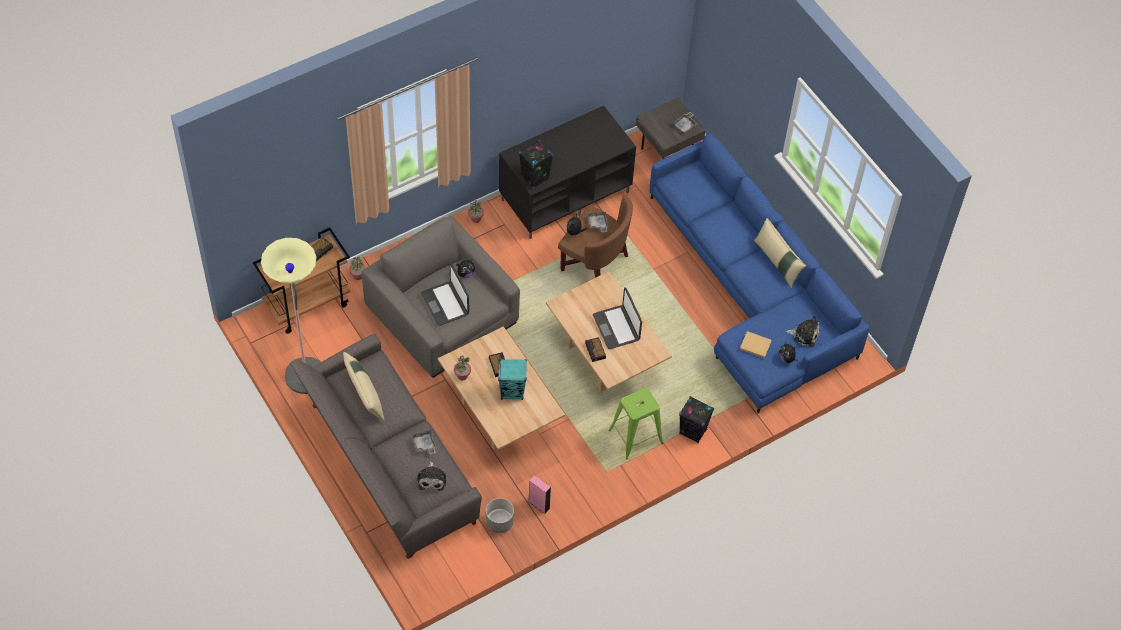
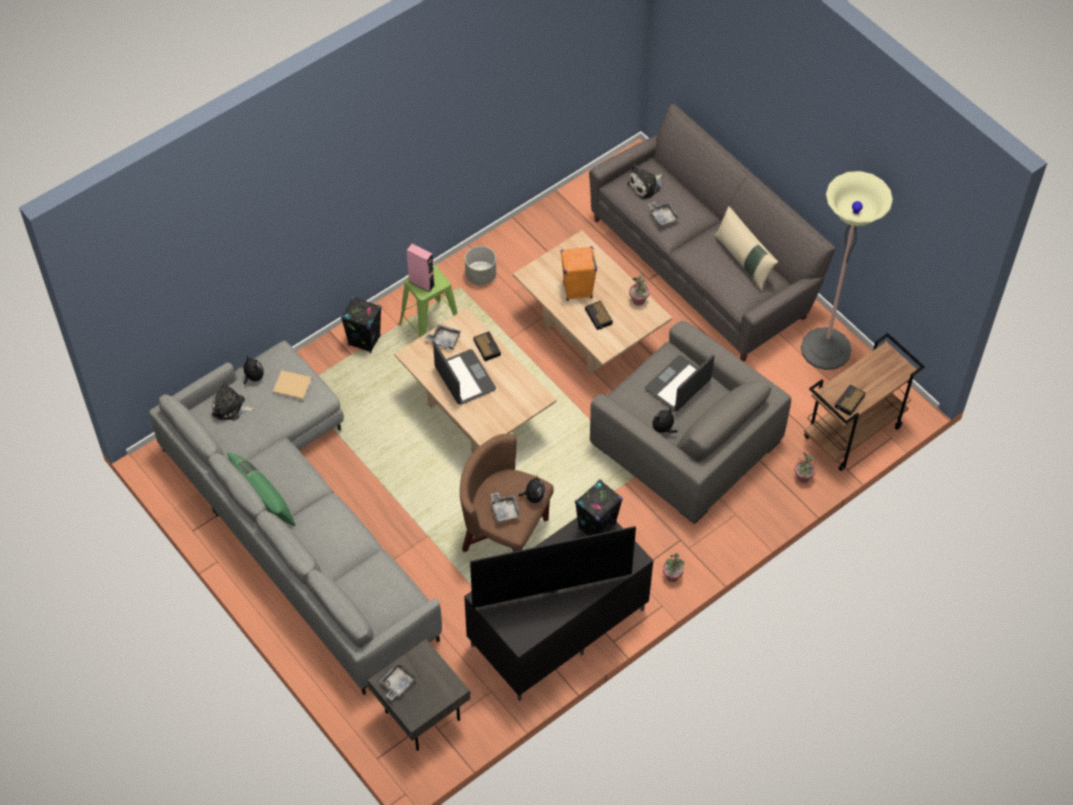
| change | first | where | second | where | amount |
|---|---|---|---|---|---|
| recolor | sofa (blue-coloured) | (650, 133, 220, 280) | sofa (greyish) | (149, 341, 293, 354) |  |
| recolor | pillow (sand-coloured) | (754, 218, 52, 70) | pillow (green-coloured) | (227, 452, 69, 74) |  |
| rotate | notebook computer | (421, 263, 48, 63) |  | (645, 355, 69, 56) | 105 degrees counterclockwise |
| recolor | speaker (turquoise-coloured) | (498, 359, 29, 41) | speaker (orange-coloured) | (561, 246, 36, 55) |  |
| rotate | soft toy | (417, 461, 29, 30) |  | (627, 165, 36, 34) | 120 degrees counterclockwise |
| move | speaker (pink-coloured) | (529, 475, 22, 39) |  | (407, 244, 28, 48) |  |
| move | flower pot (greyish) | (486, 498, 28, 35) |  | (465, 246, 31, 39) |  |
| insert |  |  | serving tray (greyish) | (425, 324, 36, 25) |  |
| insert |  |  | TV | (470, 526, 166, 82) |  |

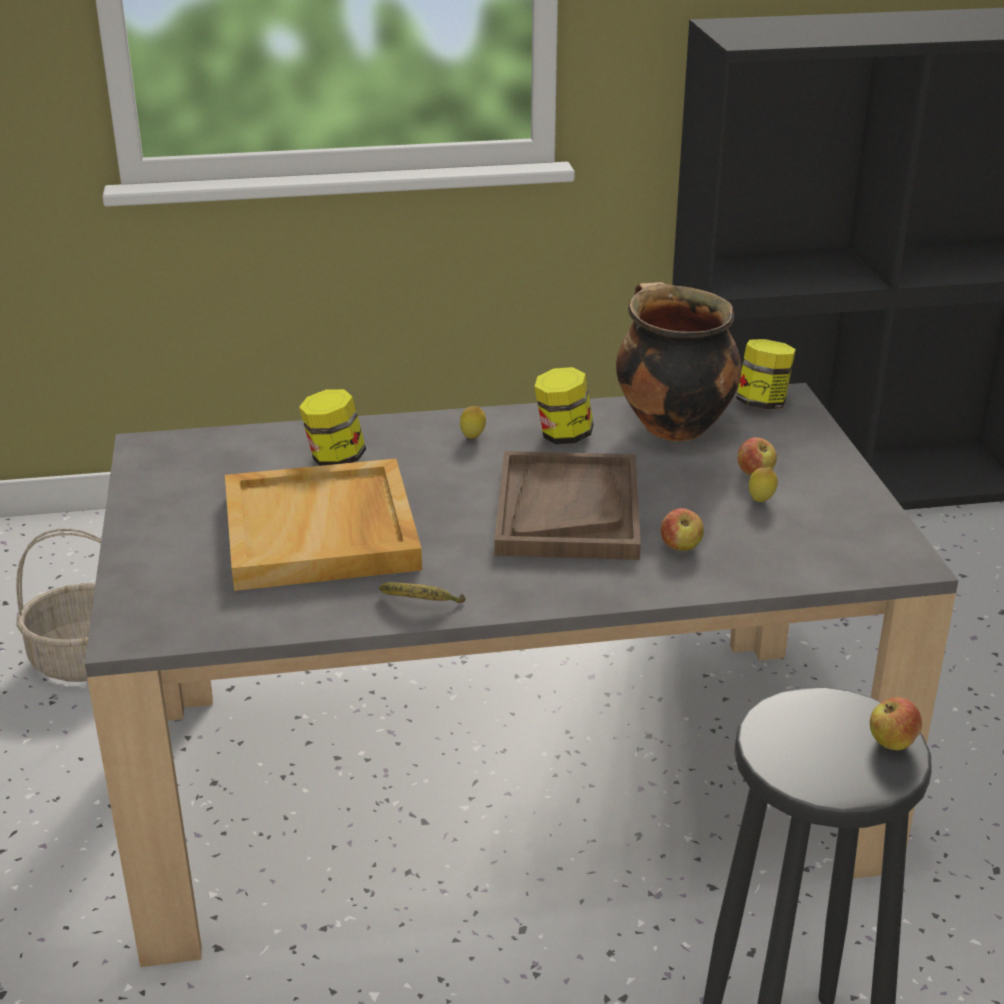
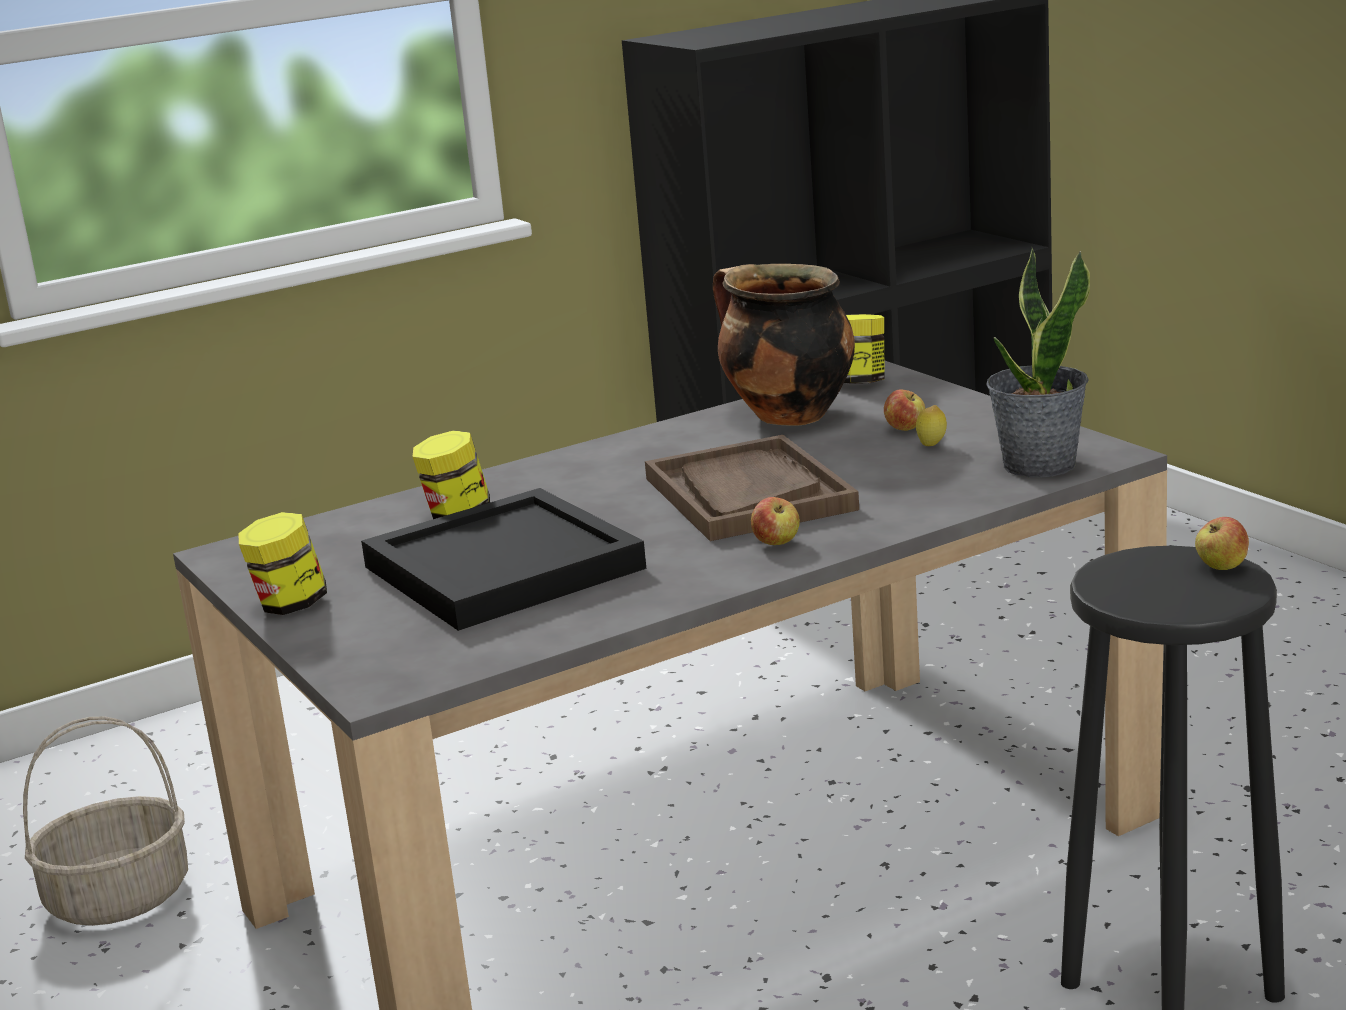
| change | first | where | second | where | amount |
|---|---|---|---|---|---|
| move | storage jar | (534, 367, 60, 77) |  | (239, 512, 88, 103) |  |
| delete | citrus fruit | (460, 406, 26, 33) |  |  |  |
| recolor | serving tray (sand-coloured) | (225, 458, 197, 133) | serving tray (blackish) | (361, 488, 285, 143) |  |
| move | whole apple | (661, 508, 43, 43) |  | (751, 497, 49, 48) |  |
| delete | banana fruit | (379, 582, 86, 21) |  |  |  |
| insert |  |  | plant in a pot | (986, 247, 104, 230) |  |

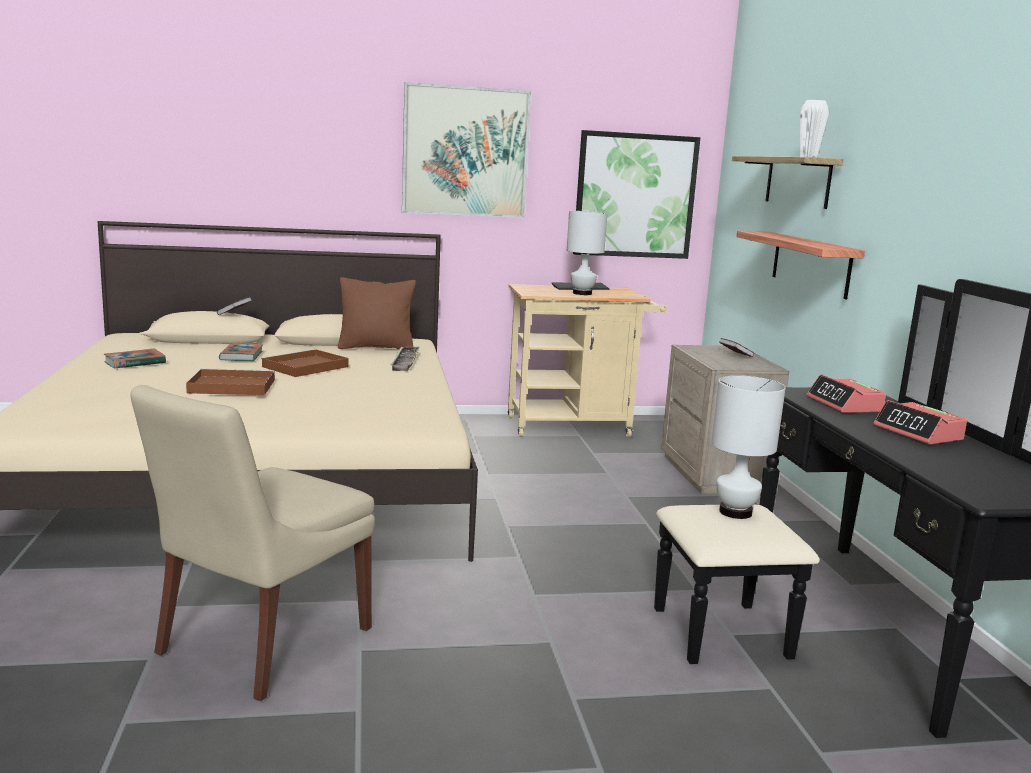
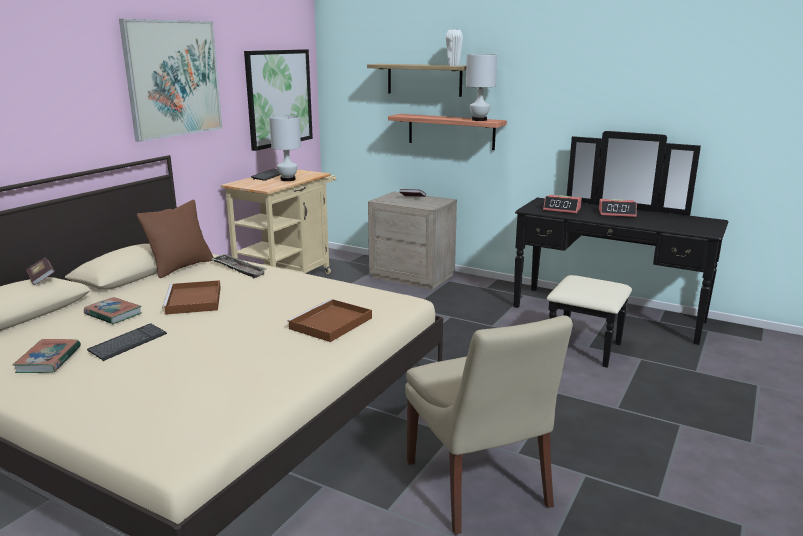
| change | first | where | second | where | amount |
|---|---|---|---|---|---|
| move | serving tray (brown-coloured) | (186, 368, 89, 27) |  | (287, 299, 85, 43) |  |
| move | lamp for a table (whitish) | (712, 375, 74, 144) |  | (466, 54, 31, 67) |  |
| insert |  |  | PC keyboard | (87, 323, 80, 38) |  |

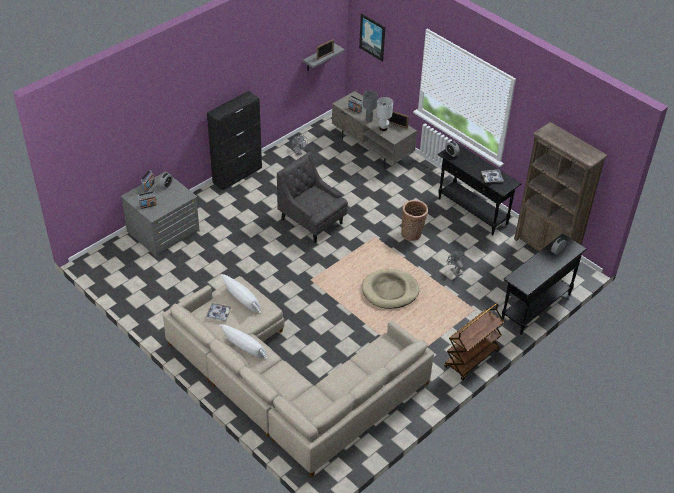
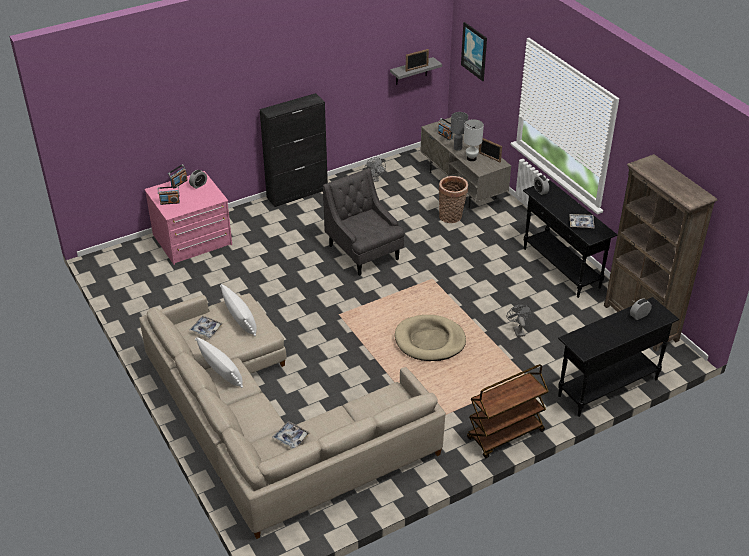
| change | first | where | second | where | amount |
|---|---|---|---|---|---|
| recolor | chest of drawers (greyish) | (121, 171, 79, 86) | chest of drawers (pink-coloured) | (144, 171, 88, 94) |  |
| move | storage basket | (401, 200, 27, 41) |  | (439, 176, 29, 47) |  |
| insert |  |  | serving tray | (272, 421, 38, 28) |  |

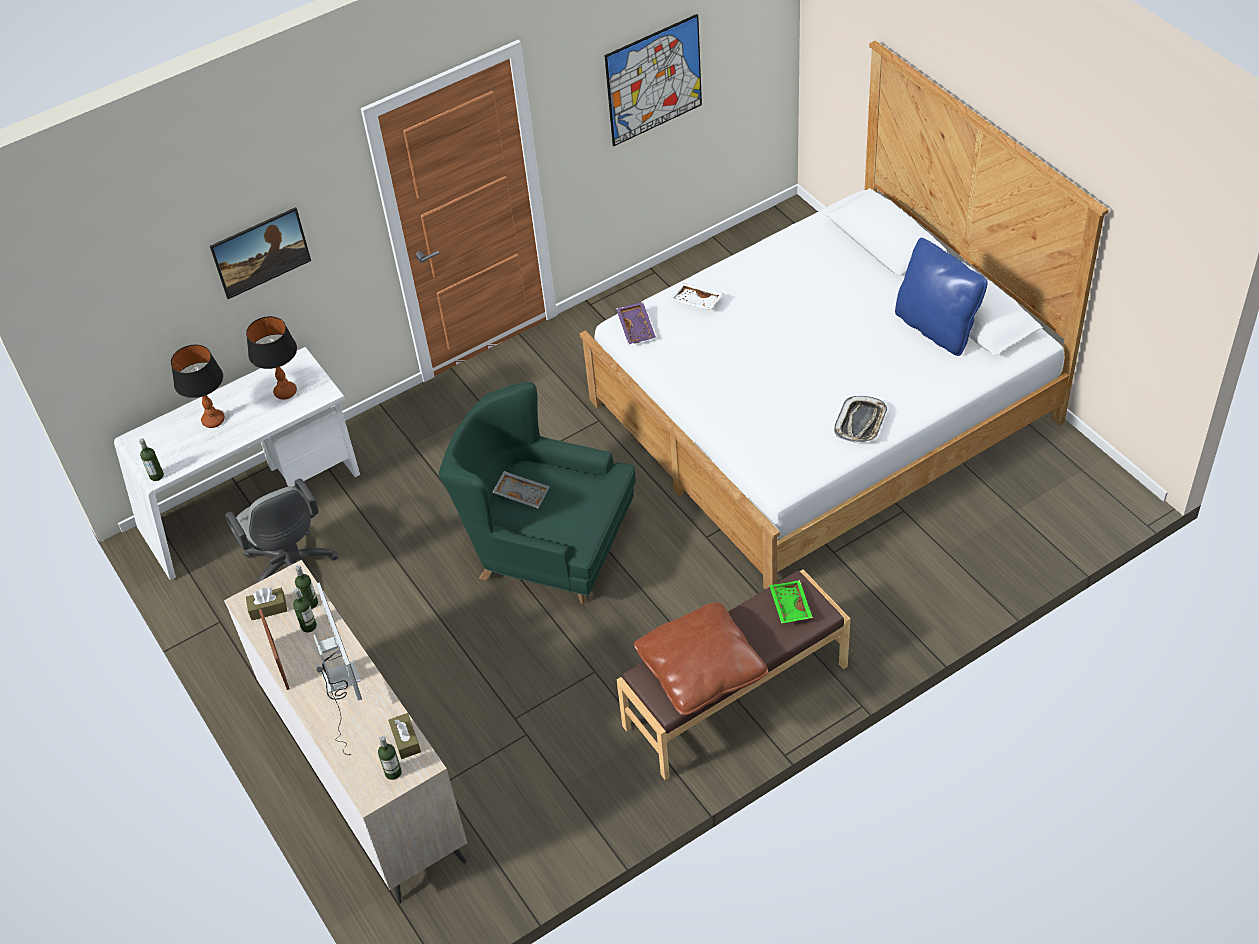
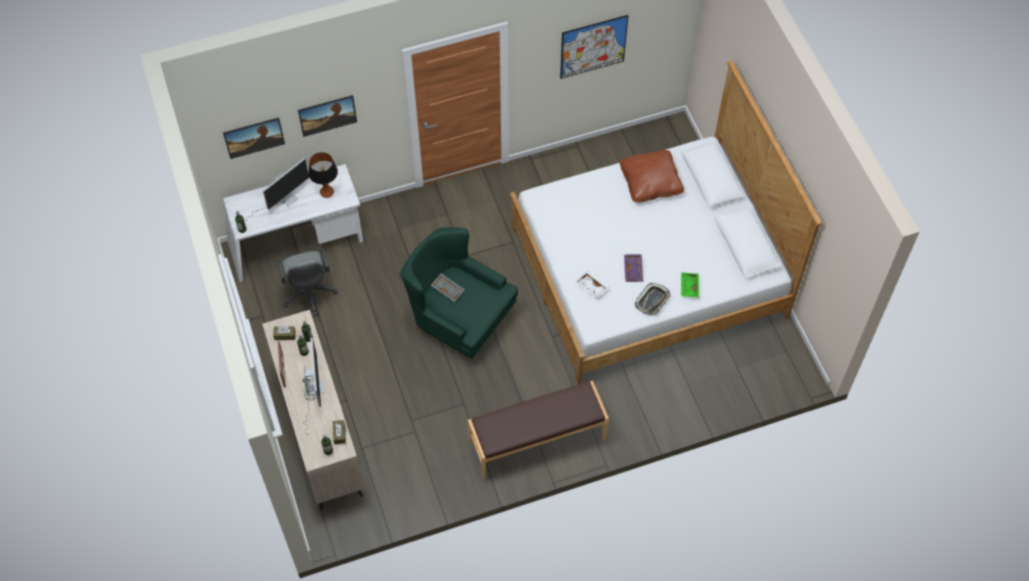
| change | first | where | second | where | amount |
|---|---|---|---|---|---|
| delete | pillow (blue-coloured) | (895, 238, 93, 118) |  |  |  |
| move | serving tray (whitish) | (670, 283, 54, 27) |  | (574, 272, 35, 26) |  |
| move | serving tray (purple-coloured) | (616, 302, 40, 42) |  | (624, 254, 19, 28) |  |
| replace | lamp for a table | (171, 345, 54, 83) | computer display | (246, 158, 63, 63) |  |
| move | serving tray (green-coloured) | (769, 580, 44, 44) |  | (681, 272, 18, 25) |  |
| move | pillow (brown-coloured) | (634, 602, 134, 113) |  | (619, 150, 65, 53) |  |
| insert |  |  | picture | (223, 117, 62, 42) |  |

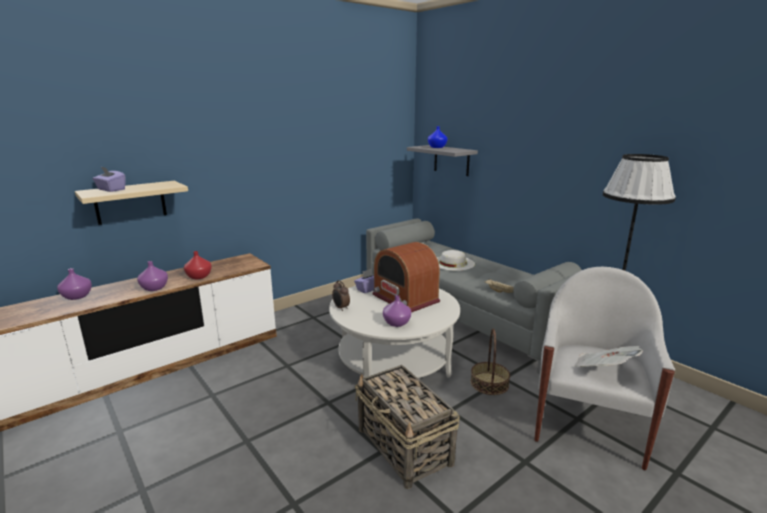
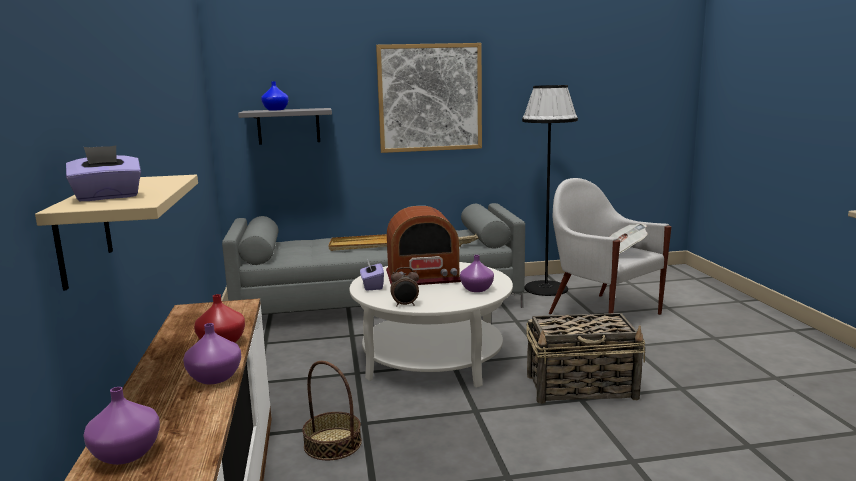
| change | first | where | second | where | amount |
|---|---|---|---|---|---|
| replace | hat (whitish) | (437, 250, 38, 21) | serving tray (sand-coloured) | (329, 234, 58, 17) |  |
| move | storage basket | (470, 329, 40, 66) |  | (302, 361, 60, 100) |  |
| insert |  |  | picture | (376, 43, 106, 110) |  |

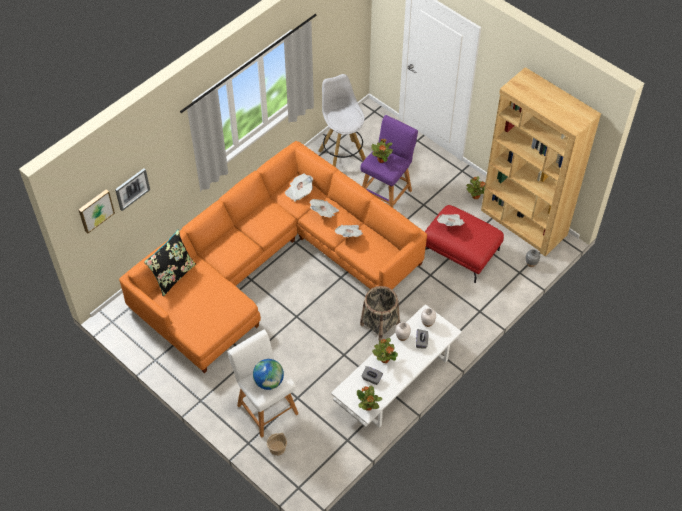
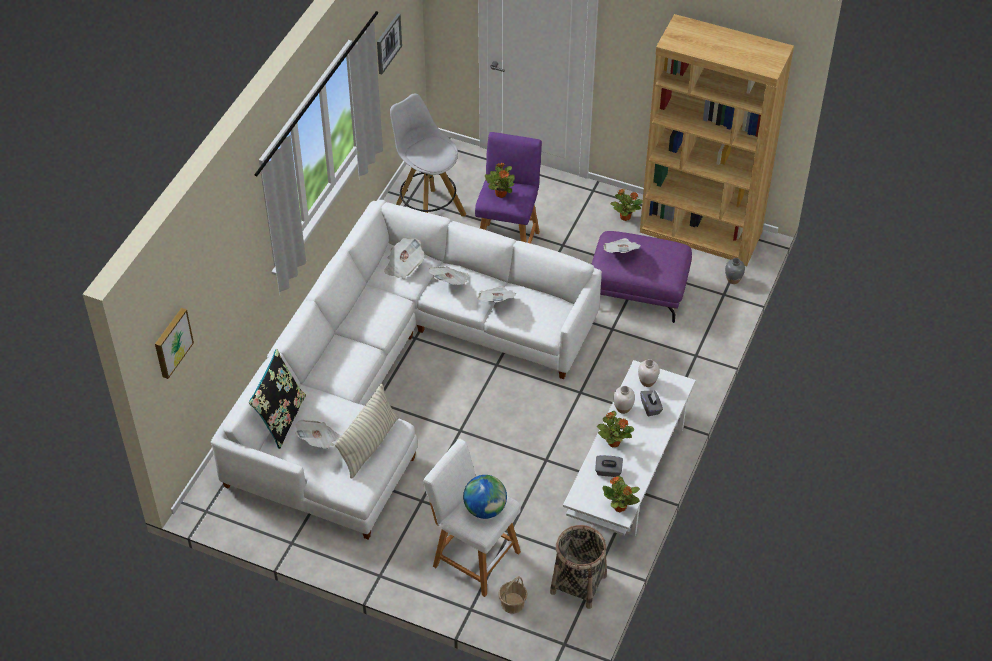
| change | first | where | second | where | amount |
|---|---|---|---|---|---|
| recolor | sofa (orange-coloured) | (119, 141, 308, 232) | sofa (whitish) | (211, 200, 391, 340) |  |
| move | picture | (115, 168, 35, 43) |  | (377, 13, 25, 62) |  |
| recolor | pouffe (red) | (425, 205, 79, 78) | pouffe (purple-coloured) | (591, 231, 101, 92) |  |
| move | storage basket | (360, 286, 40, 55) |  | (550, 525, 57, 84) |  |
| insert |  |  | pillow | (334, 384, 64, 95) |  |
| insert |  |  | newspaper | (295, 420, 46, 29) |  |

